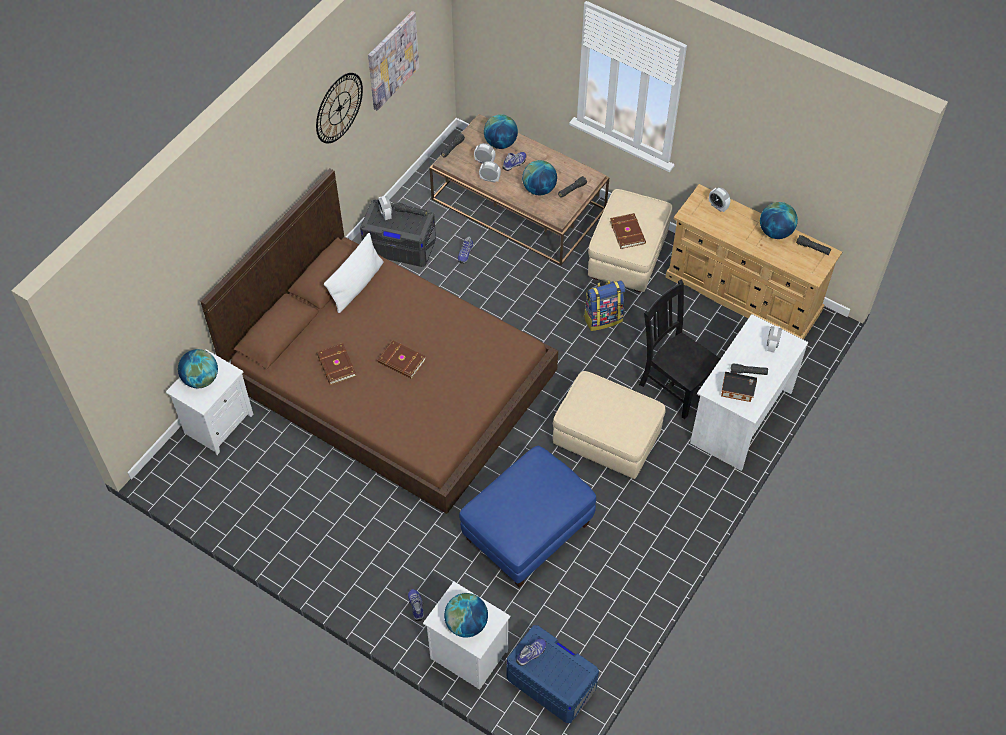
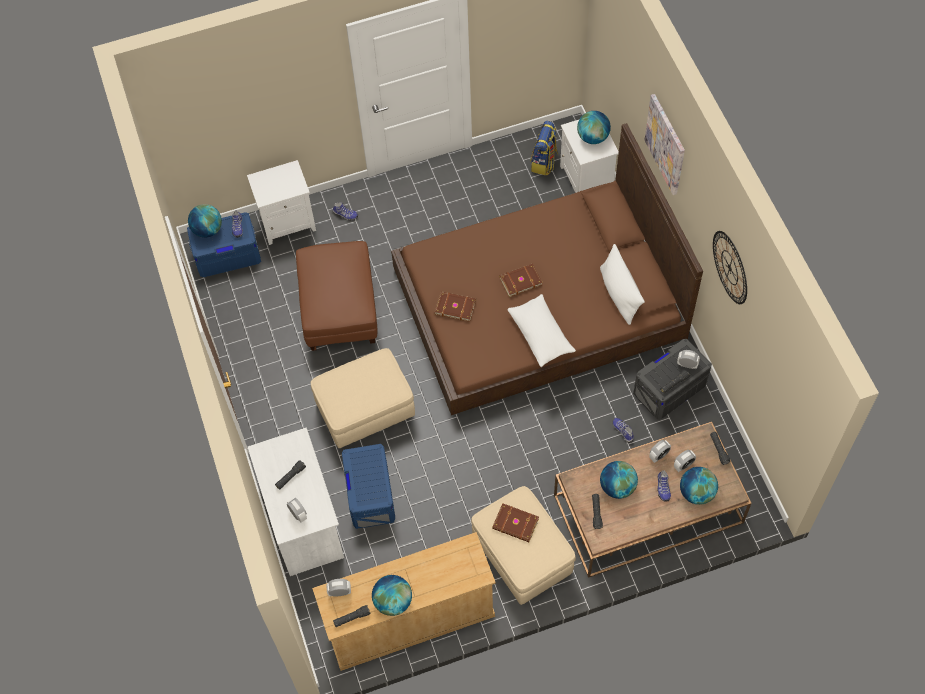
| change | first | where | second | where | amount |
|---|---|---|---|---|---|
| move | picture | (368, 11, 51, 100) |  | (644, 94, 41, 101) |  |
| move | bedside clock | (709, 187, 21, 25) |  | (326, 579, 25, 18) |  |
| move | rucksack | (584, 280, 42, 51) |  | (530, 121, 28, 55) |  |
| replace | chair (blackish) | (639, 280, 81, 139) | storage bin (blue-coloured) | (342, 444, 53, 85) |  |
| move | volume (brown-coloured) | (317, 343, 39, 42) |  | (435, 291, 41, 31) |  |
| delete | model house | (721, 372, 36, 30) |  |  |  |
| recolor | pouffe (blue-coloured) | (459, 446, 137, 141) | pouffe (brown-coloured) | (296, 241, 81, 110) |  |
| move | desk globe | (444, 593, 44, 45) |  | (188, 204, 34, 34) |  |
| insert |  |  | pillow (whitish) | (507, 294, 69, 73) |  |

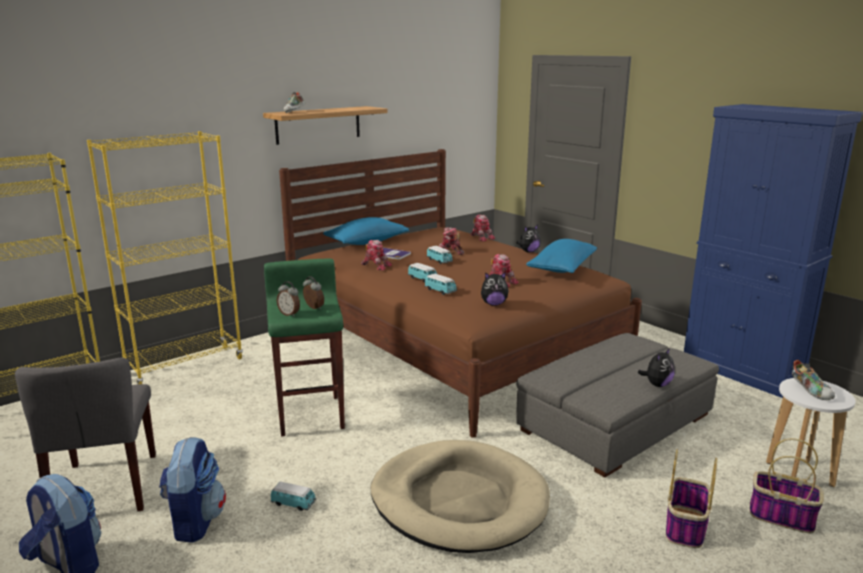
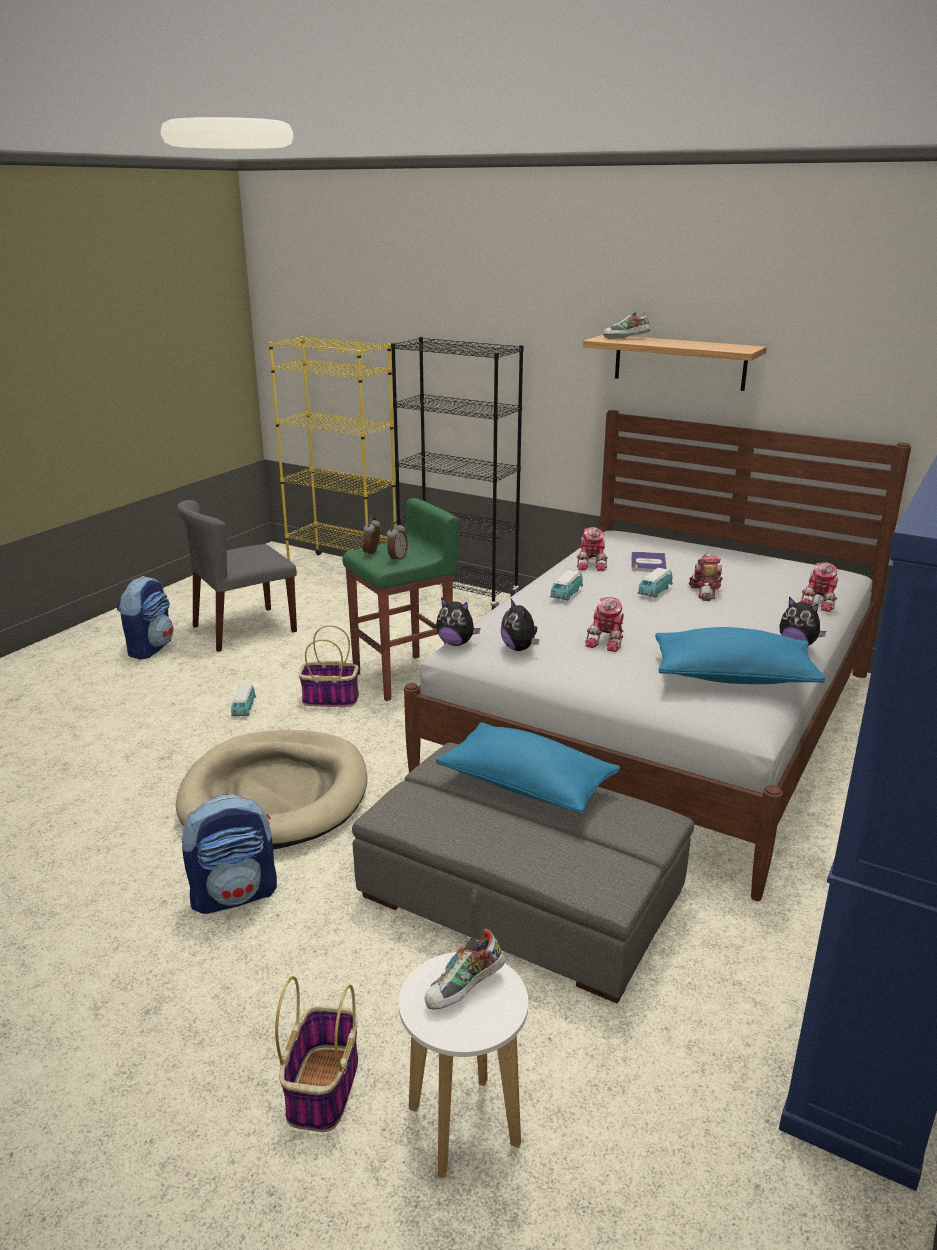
| change | first | where | second | where | amount |
|---|---|---|---|---|---|
| recolor | shelving unit (yellow-coloured) | (87, 131, 156, 253) | shelving unit (blackish) | (391, 337, 133, 273) |  |
| recolor | bedroom bed (brown-coloured) | (279, 149, 363, 289) | bedroom bed (whitish) | (404, 410, 507, 491) |  |
| move | pillow (blue-coloured) | (323, 217, 86, 28) |  | (435, 722, 185, 93) |  |
| delete | model car | (425, 273, 32, 22) |  |  |  |
| move | soft toy | (638, 348, 37, 39) |  | (436, 597, 44, 49) |  |
| move | rucksack | (159, 437, 67, 106) |  | (181, 794, 96, 120) |  |
| move | storage basket | (666, 449, 51, 99) |  | (299, 625, 60, 82) |  |

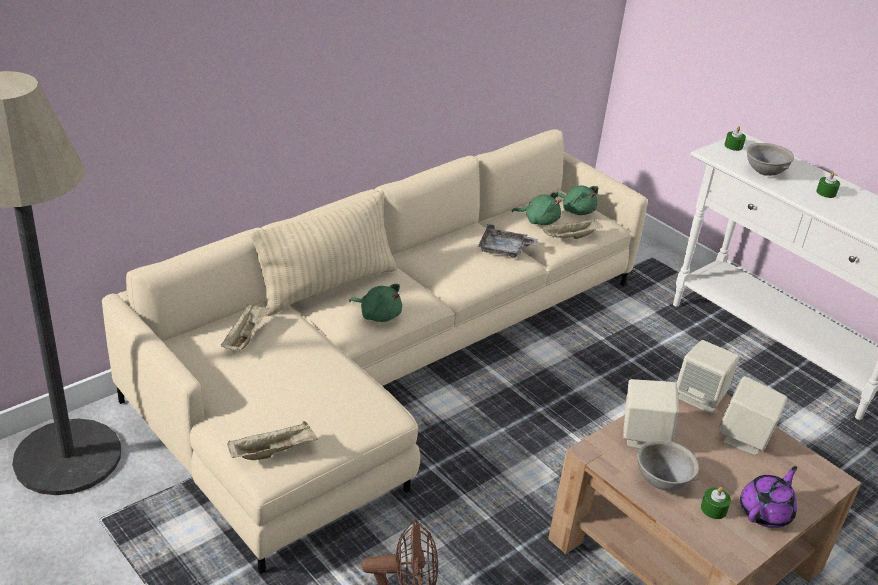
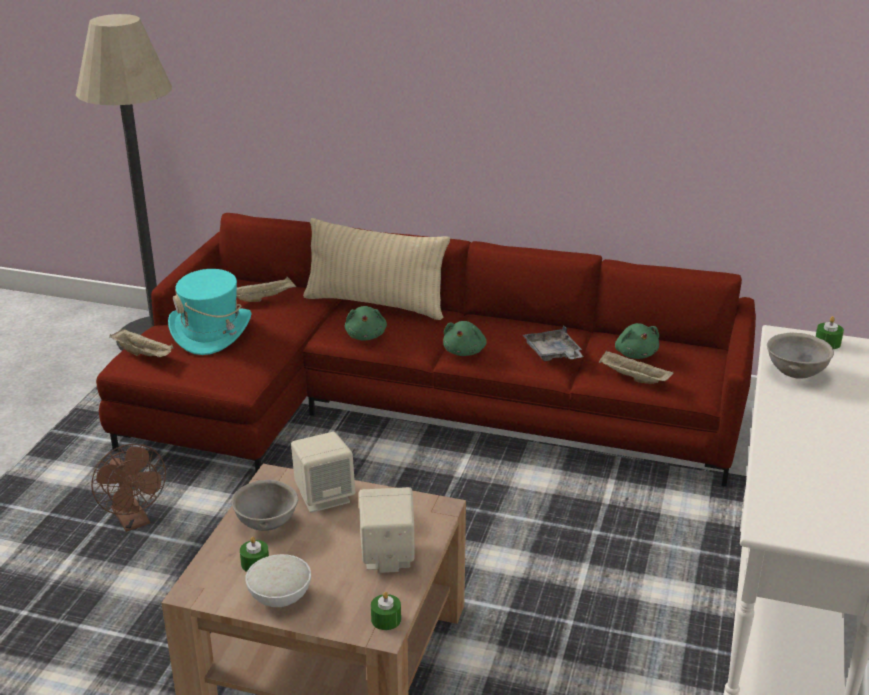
| change | first | where | second | where | amount |
|---|---|---|---|---|---|
| recolor | sofa (sand-coloured) | (102, 129, 546, 445) | sofa (red) | (96, 213, 660, 274) |  |
| move | wax light (green-coloured) | (816, 172, 24, 26) |  | (371, 592, 30, 38) |  |
| move | soft toy (green-coloured) | (556, 185, 42, 30) |  | (443, 321, 43, 35) |  |
| delete | speaker (sand-coloured) | (677, 340, 63, 73) |  |  |  |
| replace | teapot (purple-coloured) | (740, 466, 57, 62) | serving bowl (whitish) | (245, 554, 66, 53) |  |
| insert |  |  | hat (turquoise-coloured) | (168, 269, 83, 86) |  |

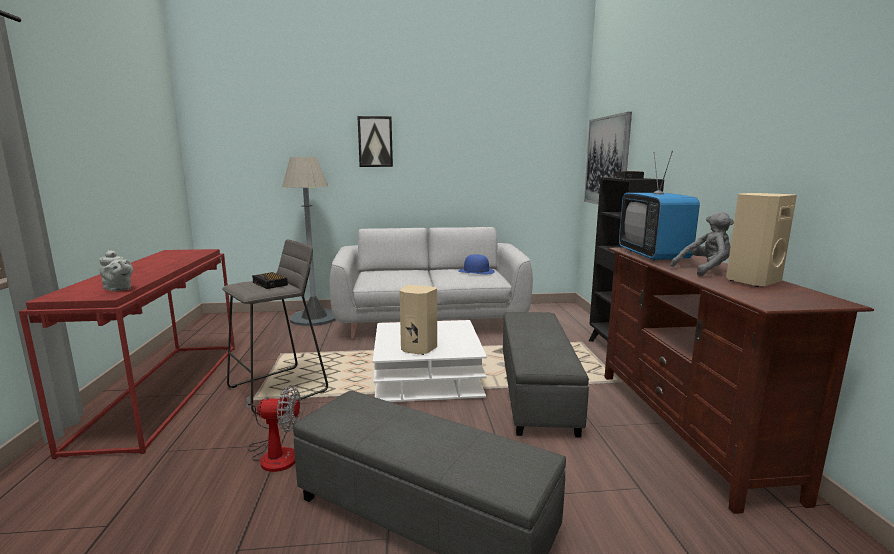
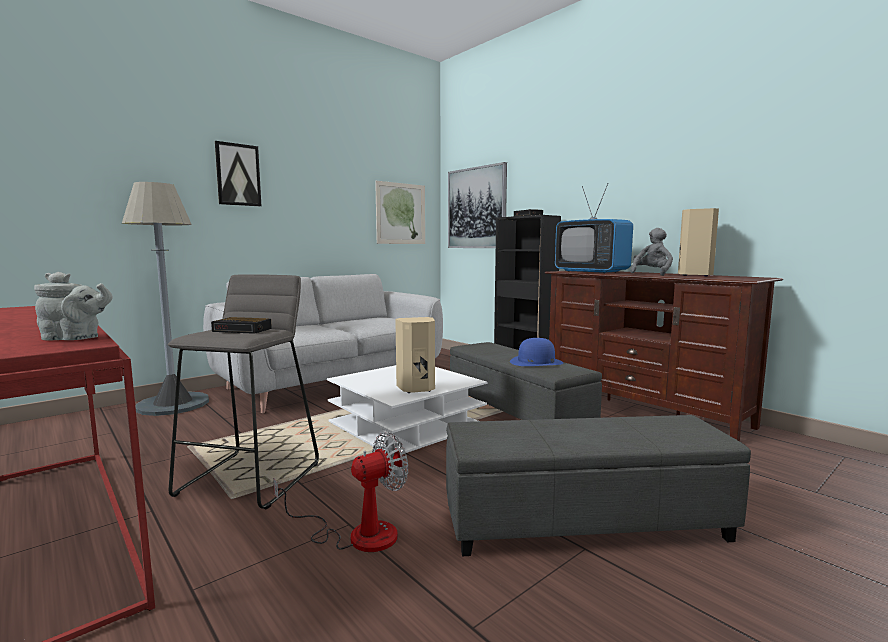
| change | first | where | second | where | amount |
|---|---|---|---|---|---|
| move | hat (blue-coloured) | (458, 254, 37, 20) |  | (510, 338, 53, 28) |  |
| insert |  |  | picture | (375, 181, 50, 63) |  |

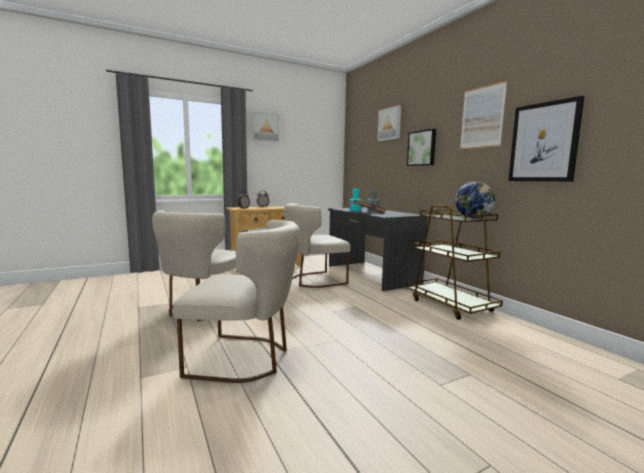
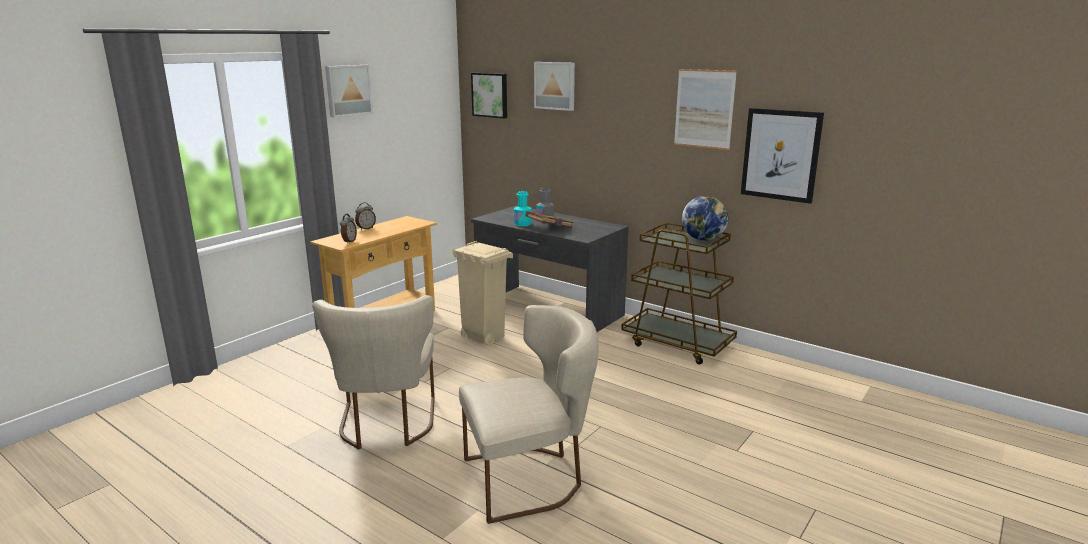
| change | first | where | second | where | amount |
|---|---|---|---|---|---|
| move | picture | (407, 129, 29, 37) |  | (471, 73, 36, 46) |  |
| replace | chair (sand-coloured) | (284, 203, 67, 85) | waste bin (sand-coloured) | (452, 241, 61, 105) |  |

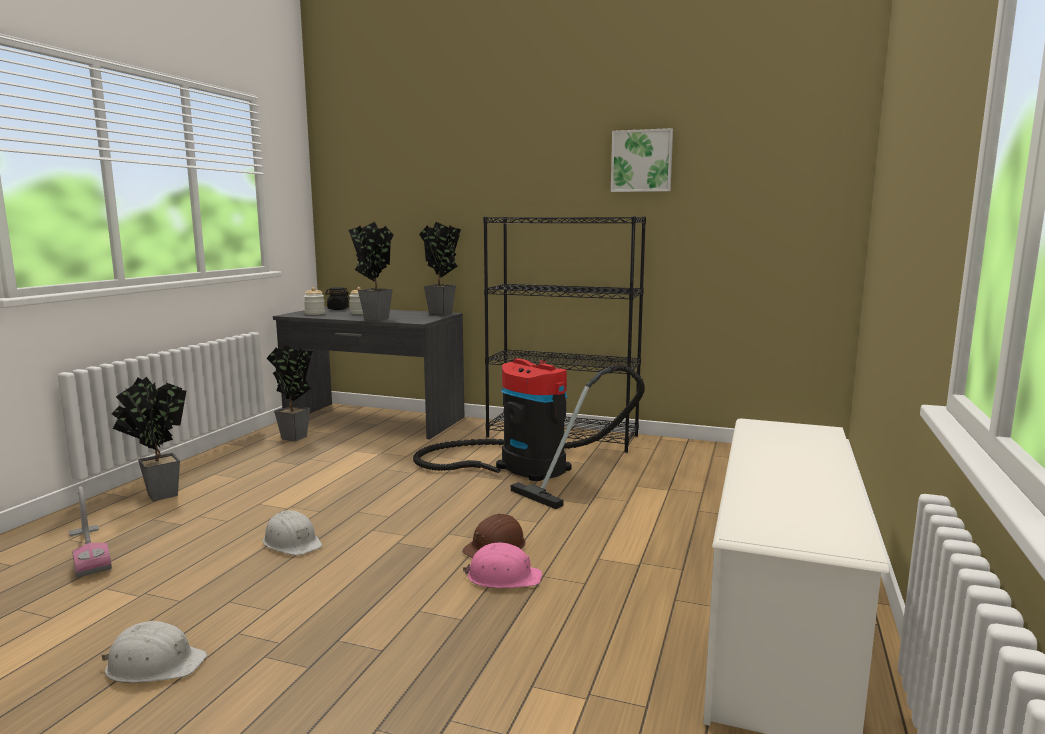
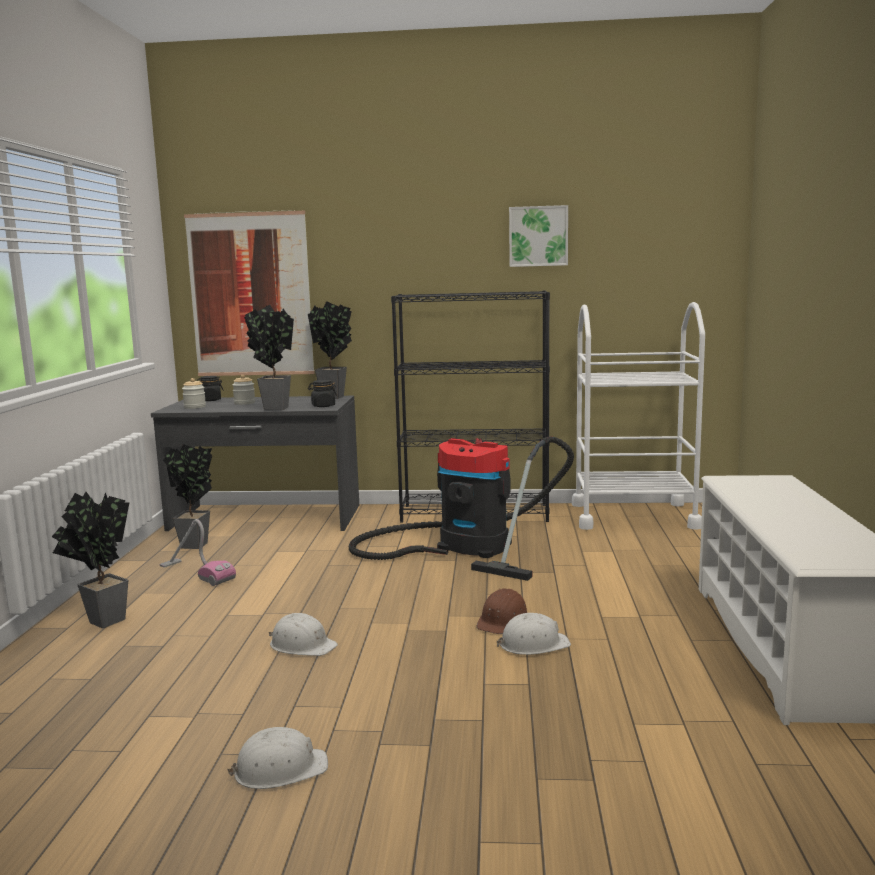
| change | first | where | second | where | amount |
|---|---|---|---|---|---|
| move | vacuum | (69, 486, 43, 92) |  | (159, 519, 77, 67) |  |
| recolor | safety helmet (pink-coloured) | (463, 543, 79, 45) | safety helmet (whitish) | (497, 613, 74, 42) |  |
| insert |  |  | picture | (184, 210, 131, 166) |  |
| insert |  |  | trolley (whitish) | (572, 302, 133, 228) |  |
| insert |  |  | storage jar (blackish) | (308, 380, 29, 27) |  |

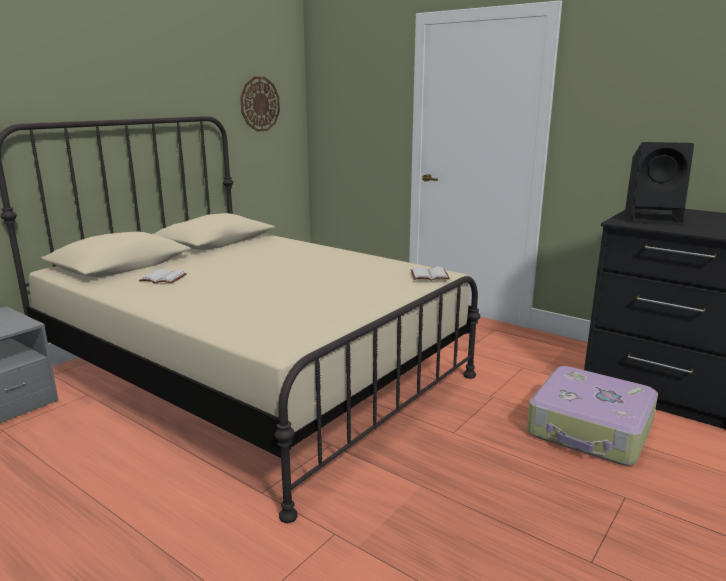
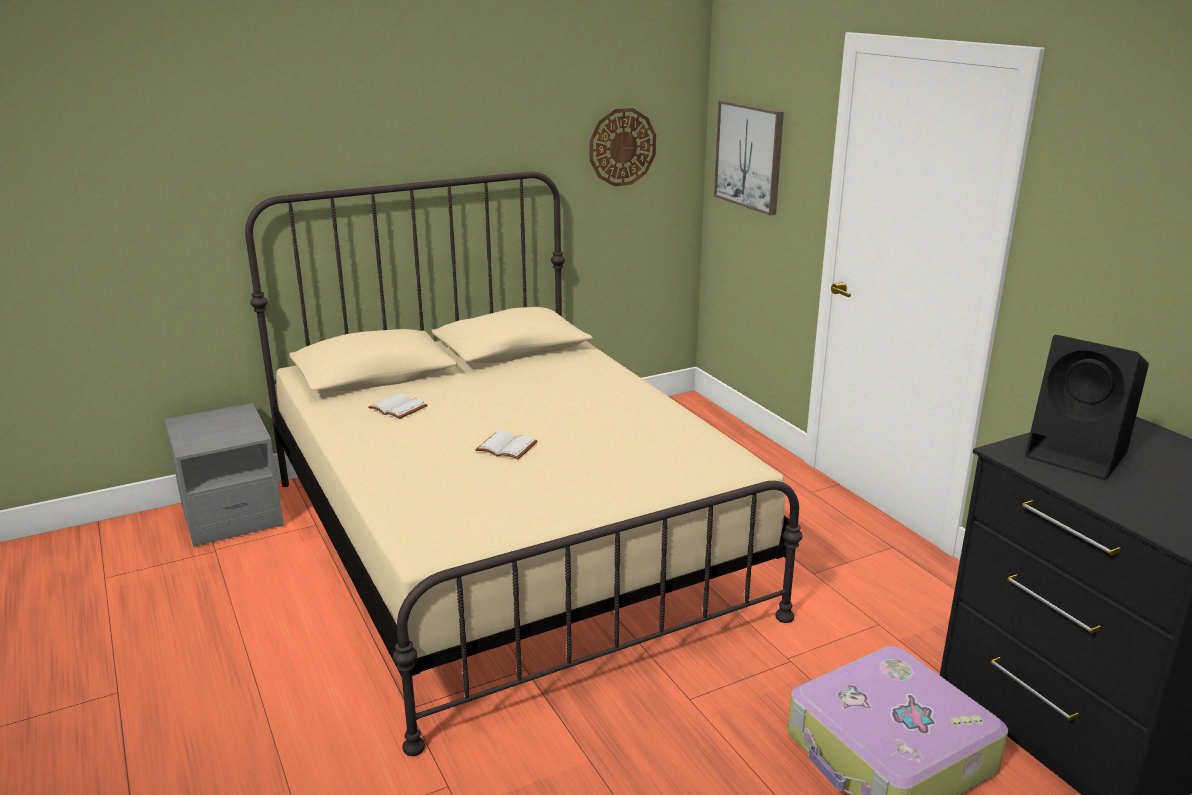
| change | first | where | second | where | amount |
|---|---|---|---|---|---|
| move | volume (whitish) | (411, 267, 39, 14) |  | (475, 431, 63, 28) |  |
| insert |  |  | picture | (714, 100, 70, 115) |  |

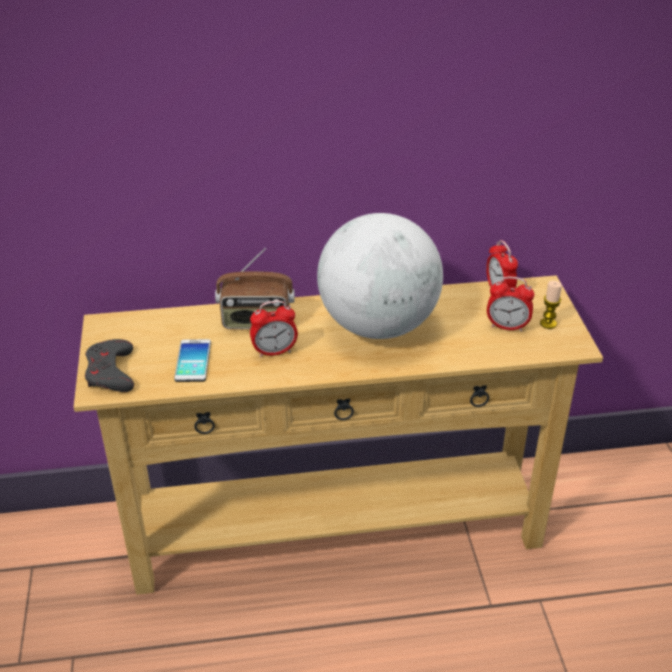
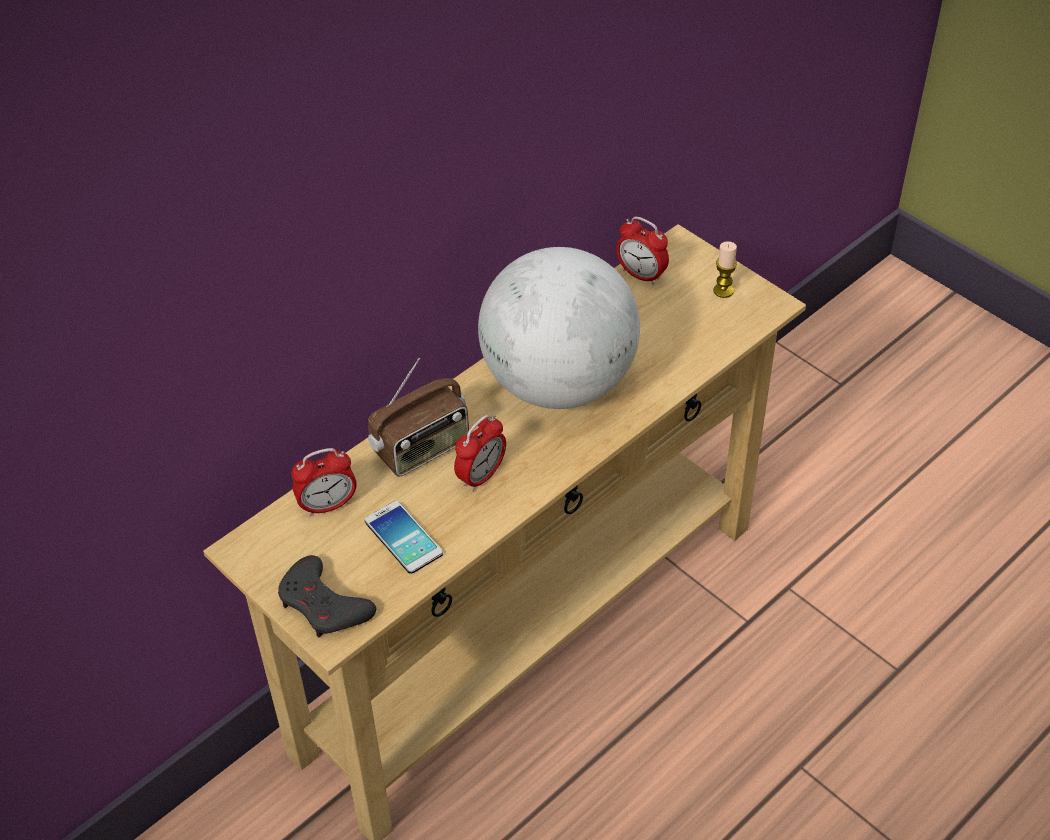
| change | first | where | second | where | amount |
|---|---|---|---|---|---|
| move | bedside clock | (487, 276, 47, 56) |  | (292, 448, 65, 68) |  |

